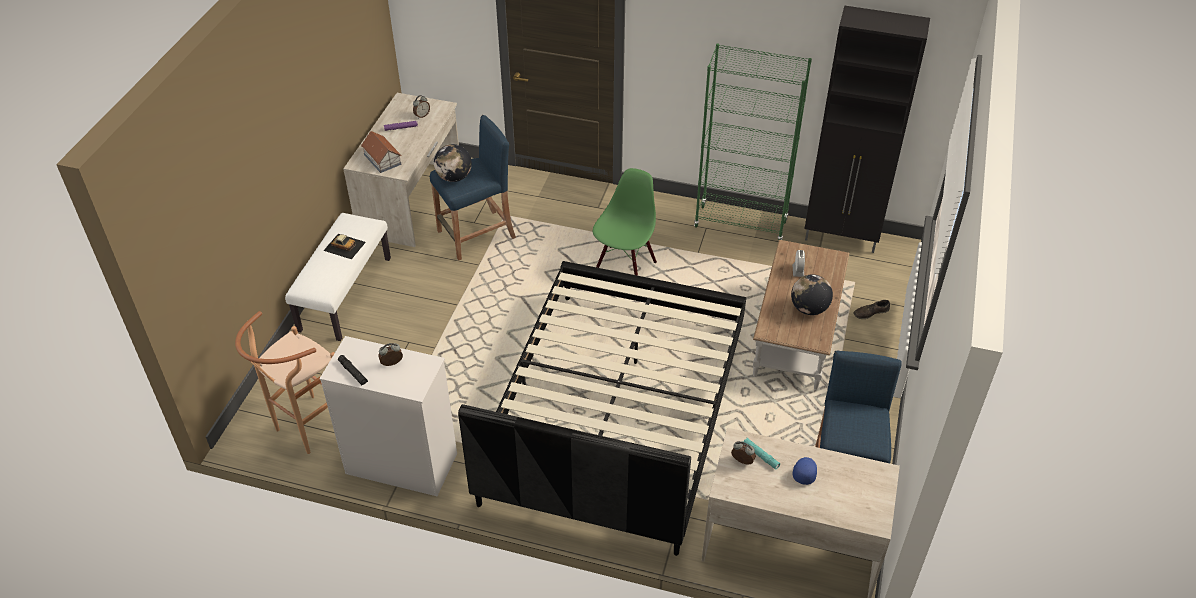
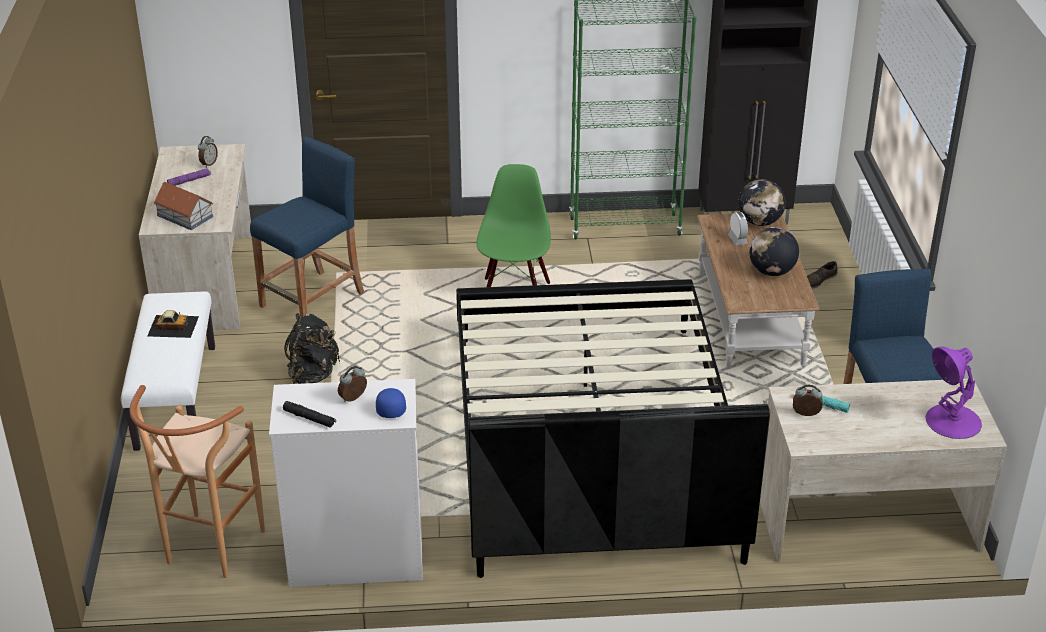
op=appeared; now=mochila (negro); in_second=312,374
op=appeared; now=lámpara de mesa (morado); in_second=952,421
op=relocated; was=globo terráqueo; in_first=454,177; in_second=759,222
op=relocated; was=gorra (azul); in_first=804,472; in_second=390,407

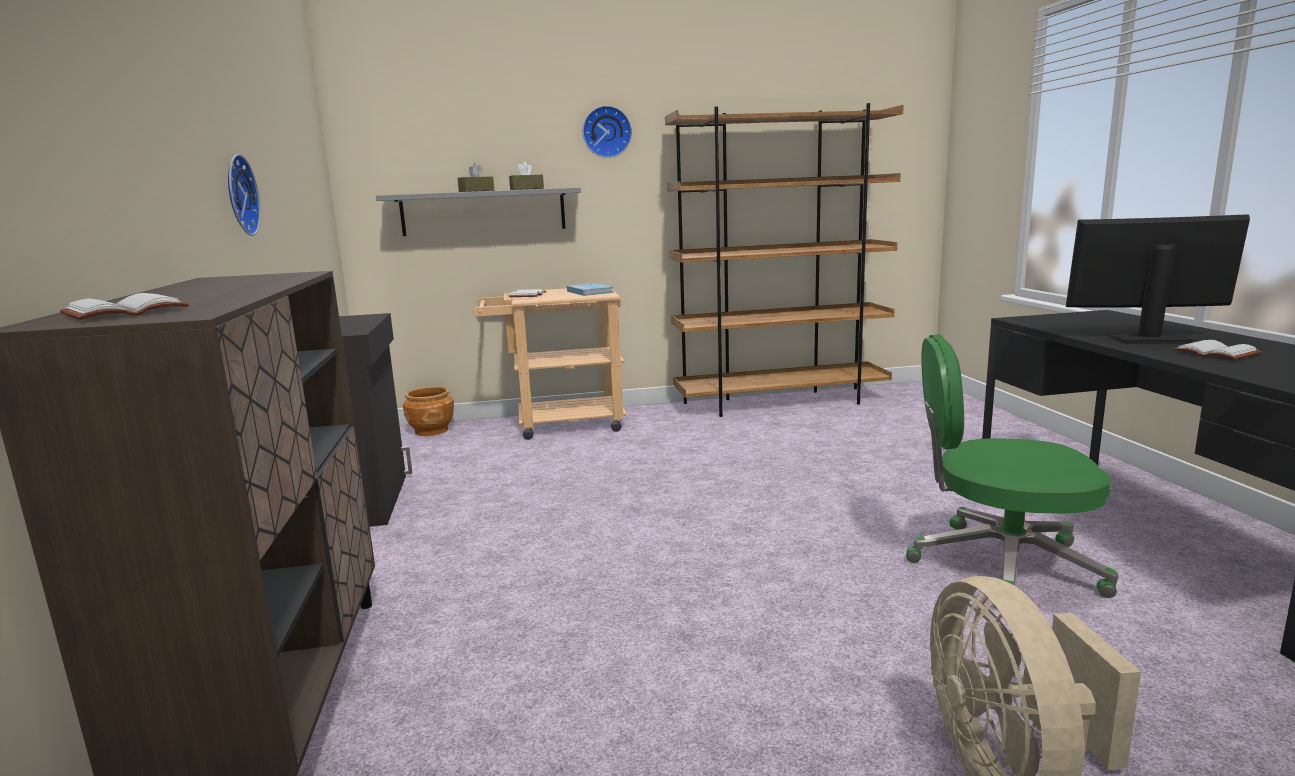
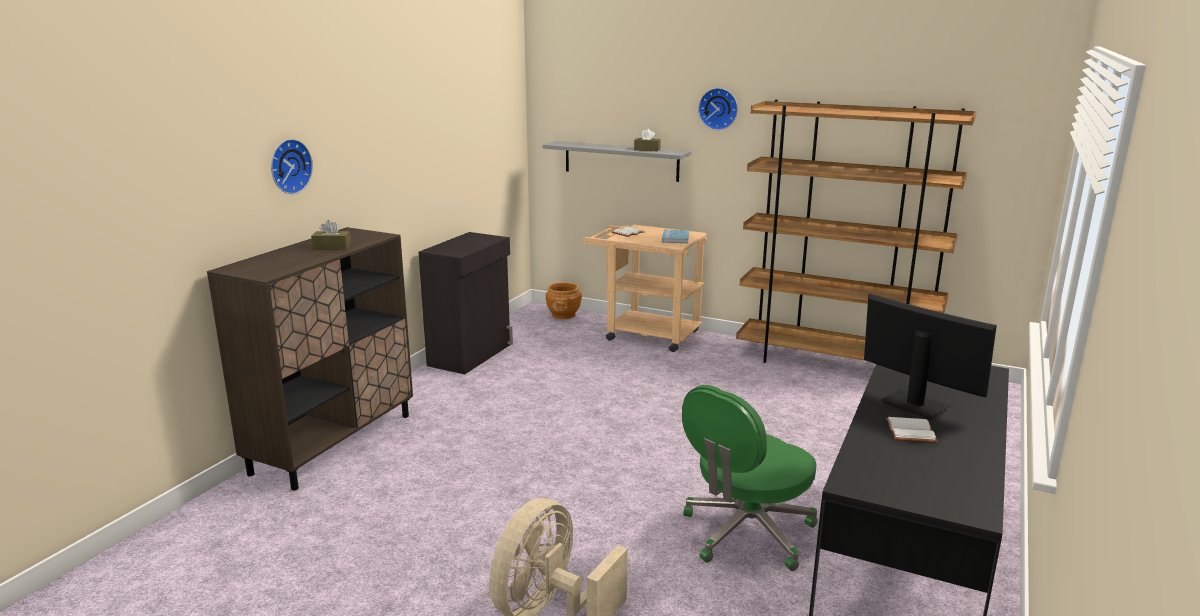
op=missing; was=libro (blanco); in_first=124,313
op=relocated; was=reloj de pared; in_first=238,195; in_second=288,166
op=relocated; was=caja de pañuelos (marrón); in_first=476,191; in_second=332,247
op=spun; was=silla de oficina (verde); in_first=1000,565; in_second=746,533; clockwise=-90

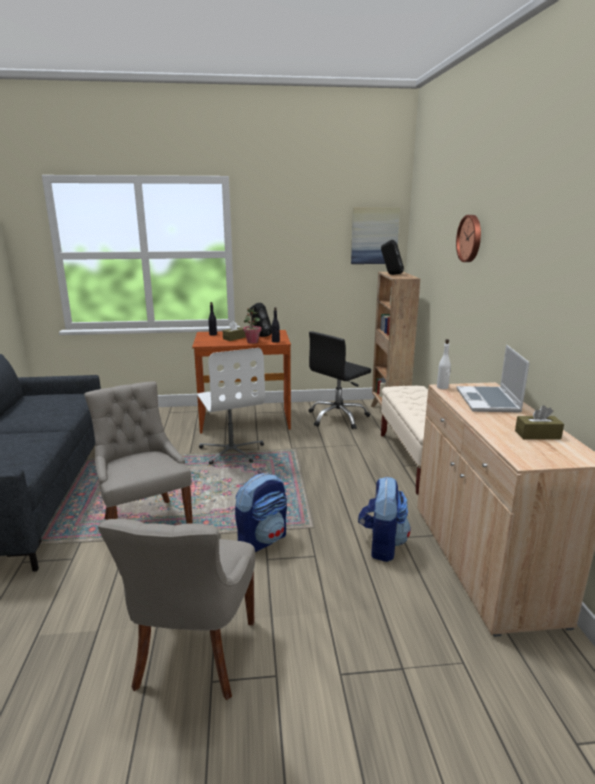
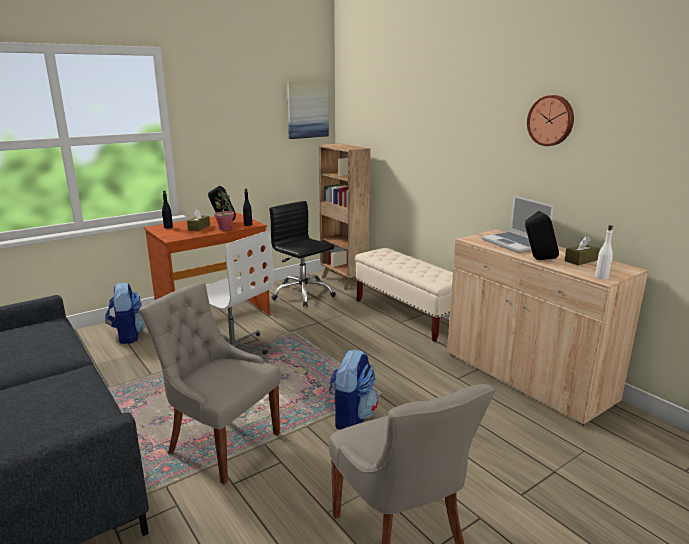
op=relocated; was=mochila; in_first=382,545; in_second=128,335
op=relocated; was=altavoz (negro); in_first=391,274; in_second=538,259
op=relocated; was=botella (blanco); in_first=442,387; in_second=601,277
op=relocated; was=reloj de pared; in_first=470,238; in_second=551,120
op=spun; was=silla de oficina (negro); in_first=338,417; in_second=303,294; clockwise=120

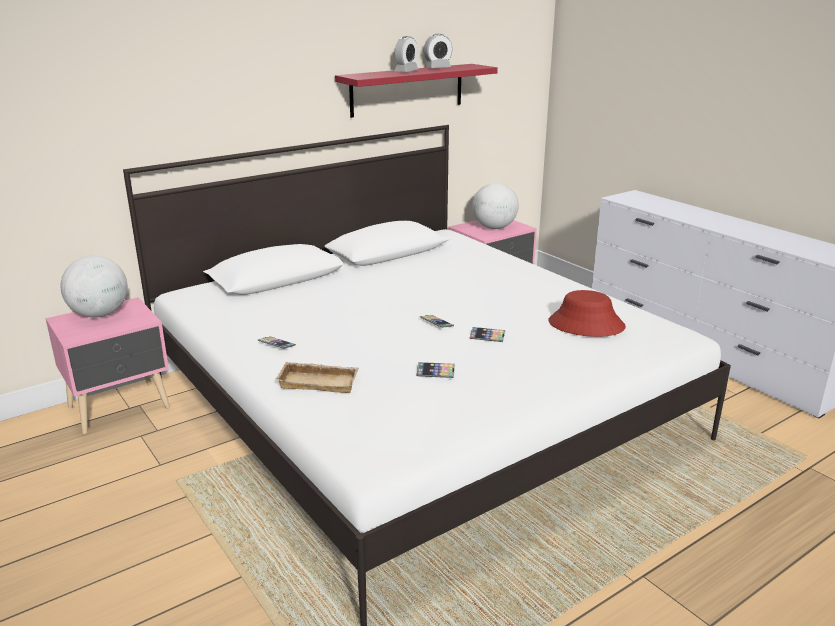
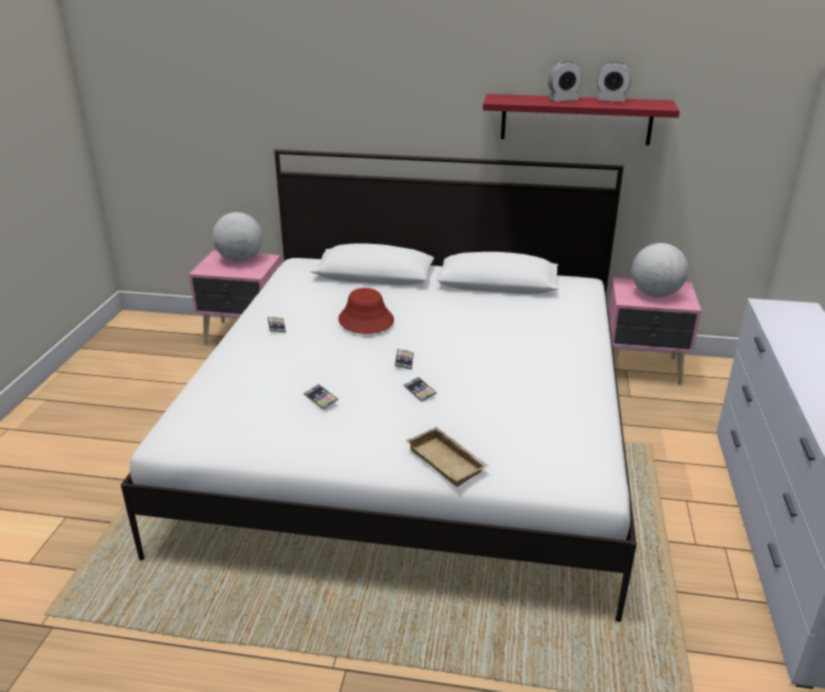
op=relocated; was=bandeja (beis); in_first=320,381; in_second=448,461
op=relocated; was=sombrero (rojo); in_first=586,325; in_second=365,320

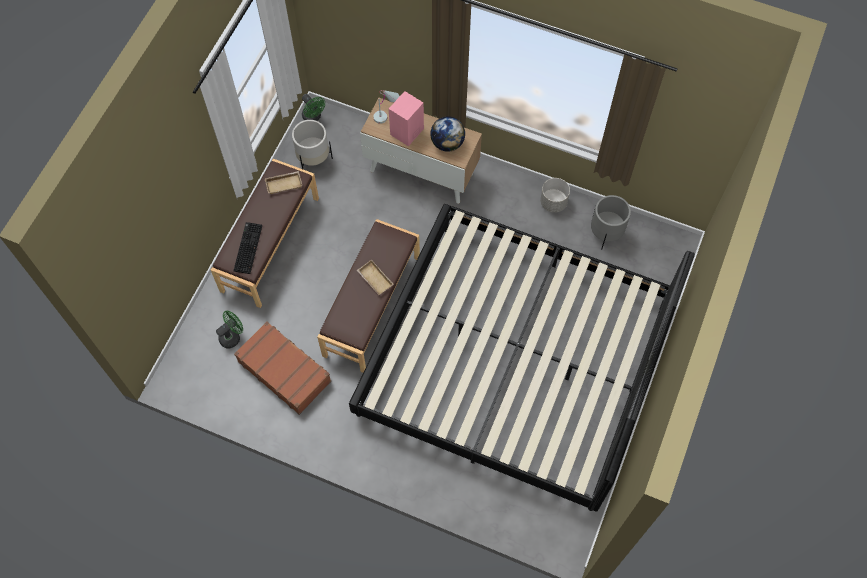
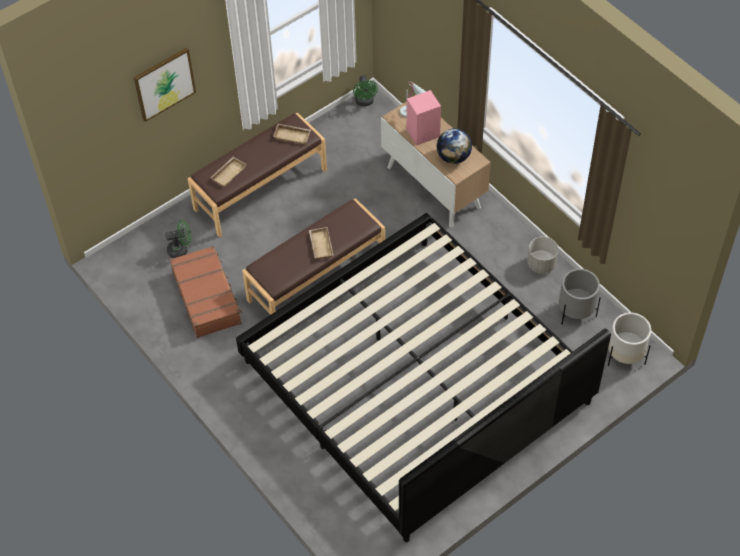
op=appeared; now=cuadro; in_second=164,83
op=relocated; was=maceta (blanco); in_first=313,158; in_second=625,356
op=exchanged; was=teclado; now=bandeja (beis); in_first=247,247; in_second=228,173

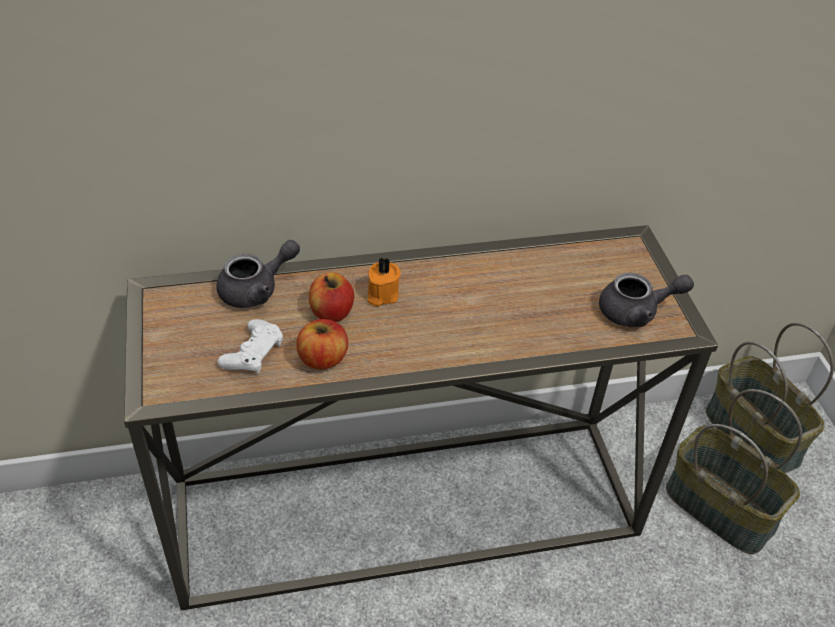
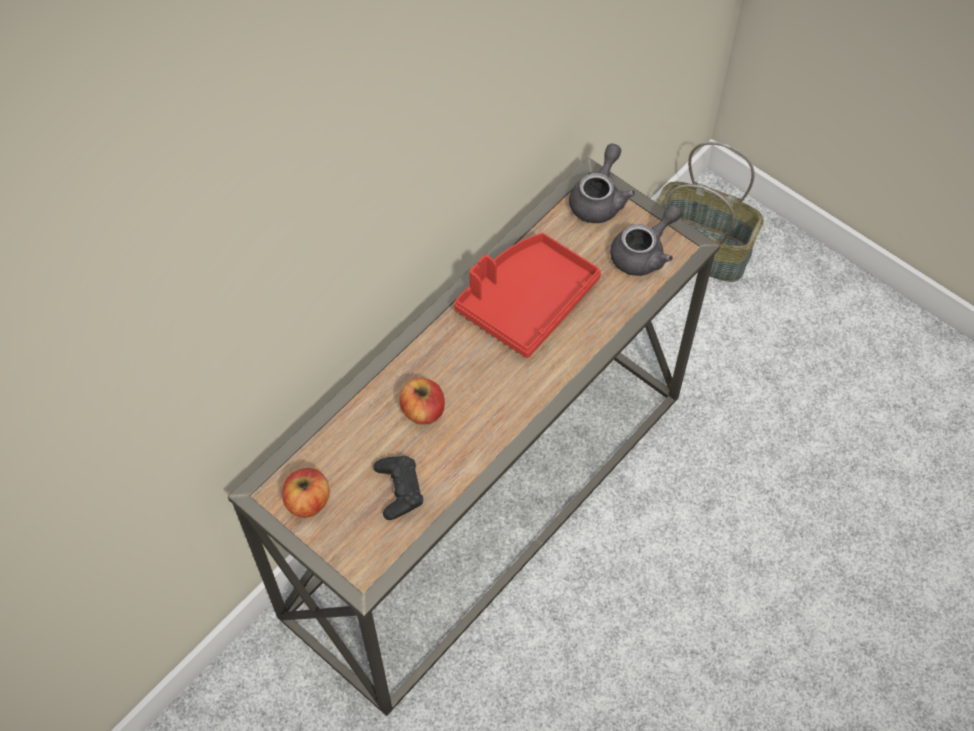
op=missing; was=vela (naranja); in_first=381,295
op=missing; was=cesta; in_first=721,508
op=appeared; now=bandeja (rojo); in_second=526,301
op=relocated; was=tetera (gris); in_first=257,290; in_second=599,199
op=relocated; was=manzana; in_first=322,359; in_second=308,501
op=colour; was=mando de consola (blanco); now=mando de consola (negro); in_first=253,353; in_second=399,489

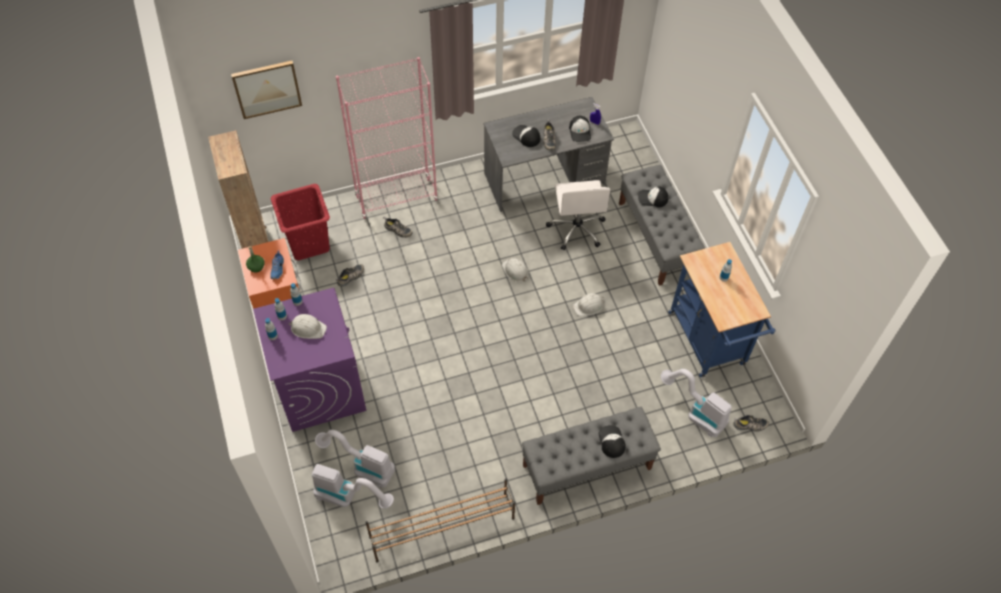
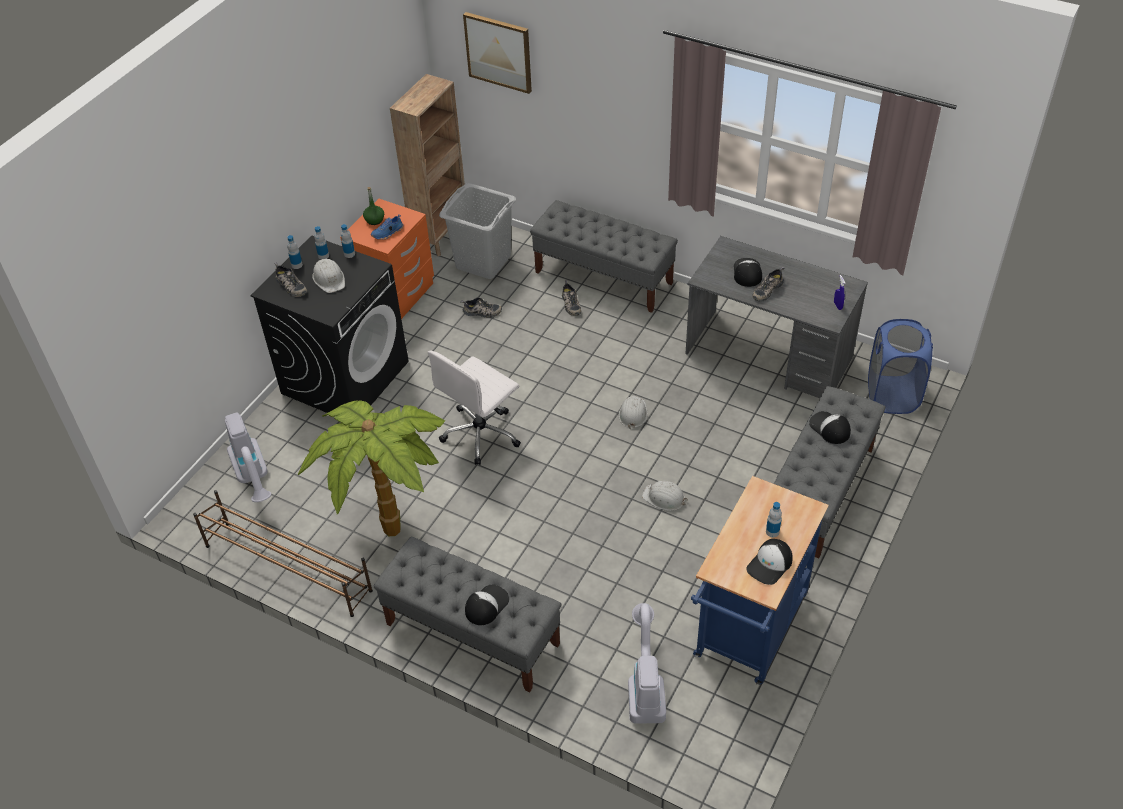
op=missing; was=aspiradora; in_first=361,466
op=appeared; now=planta en maceta; in_second=388,523
op=appeared; now=cesto de la ropa (azul); in_second=892,395
op=relocated; was=silla de oficina (blanco); in_first=576,228; in_second=481,433
op=relocated; was=gorra; in_first=580,131; in_second=770,565
op=relocated; was=zapato; in_first=750,425; in_second=290,286
op=exchanged; was=estantería (rosa); now=banco (gris); in_first=396,198; in_second=604,277
op=colour; was=lavadora (morado); now=lavadora (negro); in_first=319,387; in_second=345,377
op=colour; was=cesto de la ropa (rojo); now=cesto de la ropa (gris); in_first=309,243; in_second=483,262

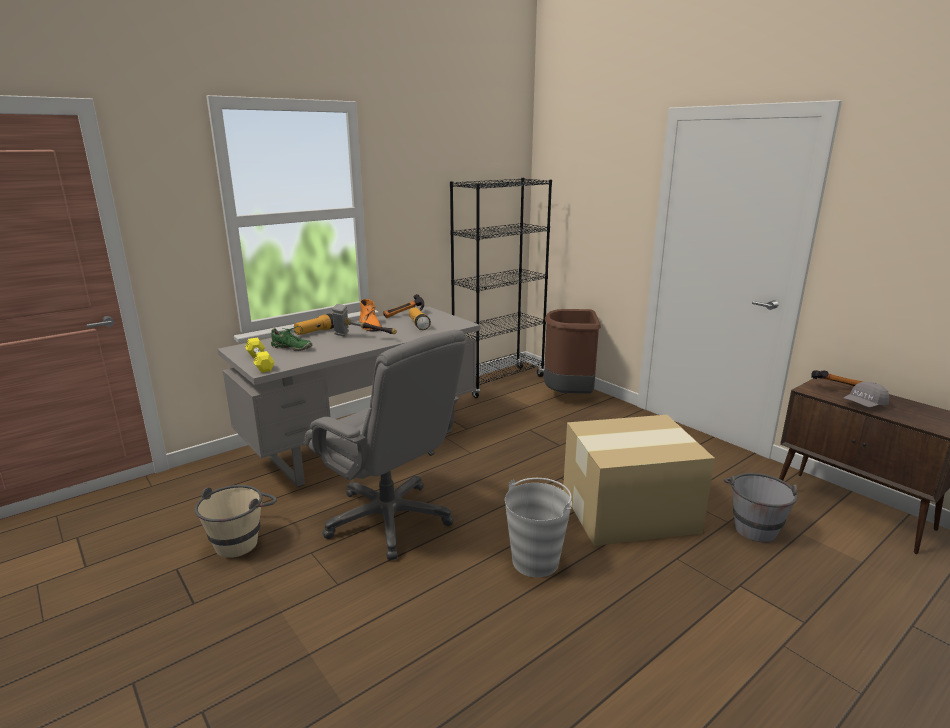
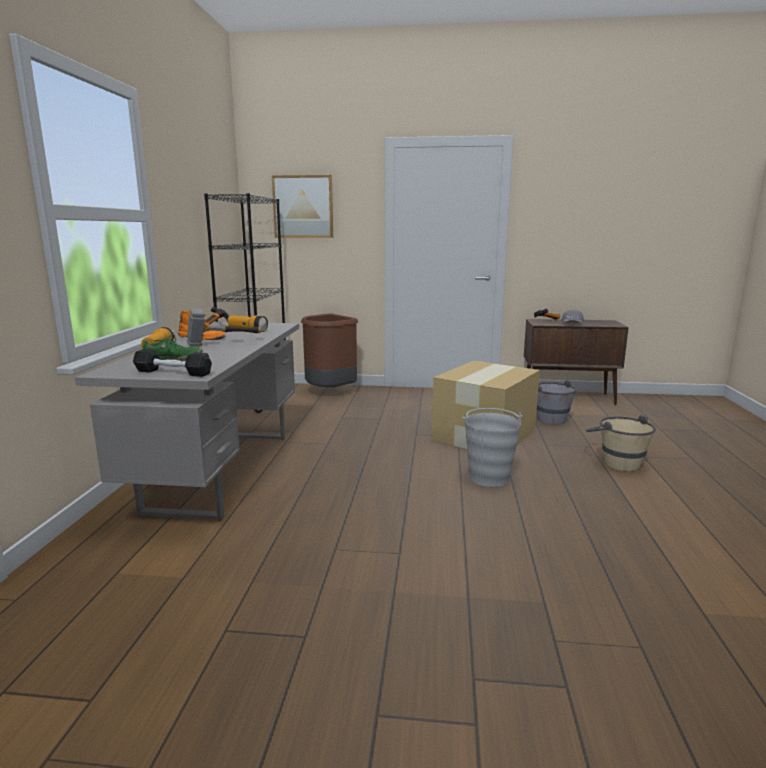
op=missing; was=silla de oficina (gris); in_first=389,519
op=appeared; now=cuadro; in_second=303,207
op=relocated; was=cubo (beis); in_first=242,539; in_second=615,461
op=colour; was=mancuerna (amarillo); now=mancuerna (negro); in_first=260,362; in_second=173,372

